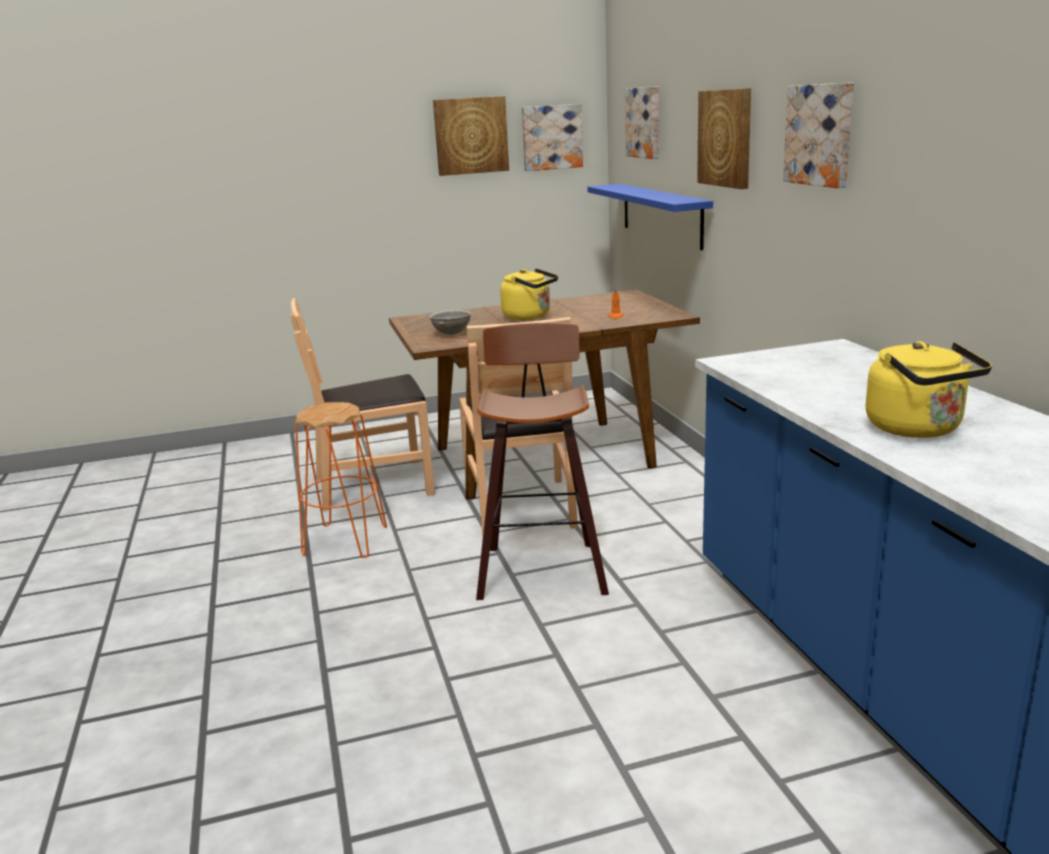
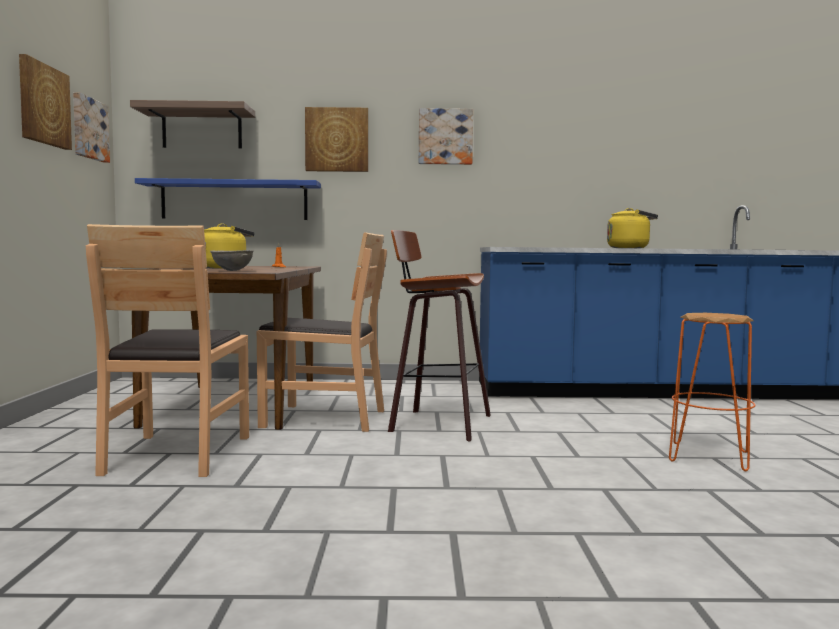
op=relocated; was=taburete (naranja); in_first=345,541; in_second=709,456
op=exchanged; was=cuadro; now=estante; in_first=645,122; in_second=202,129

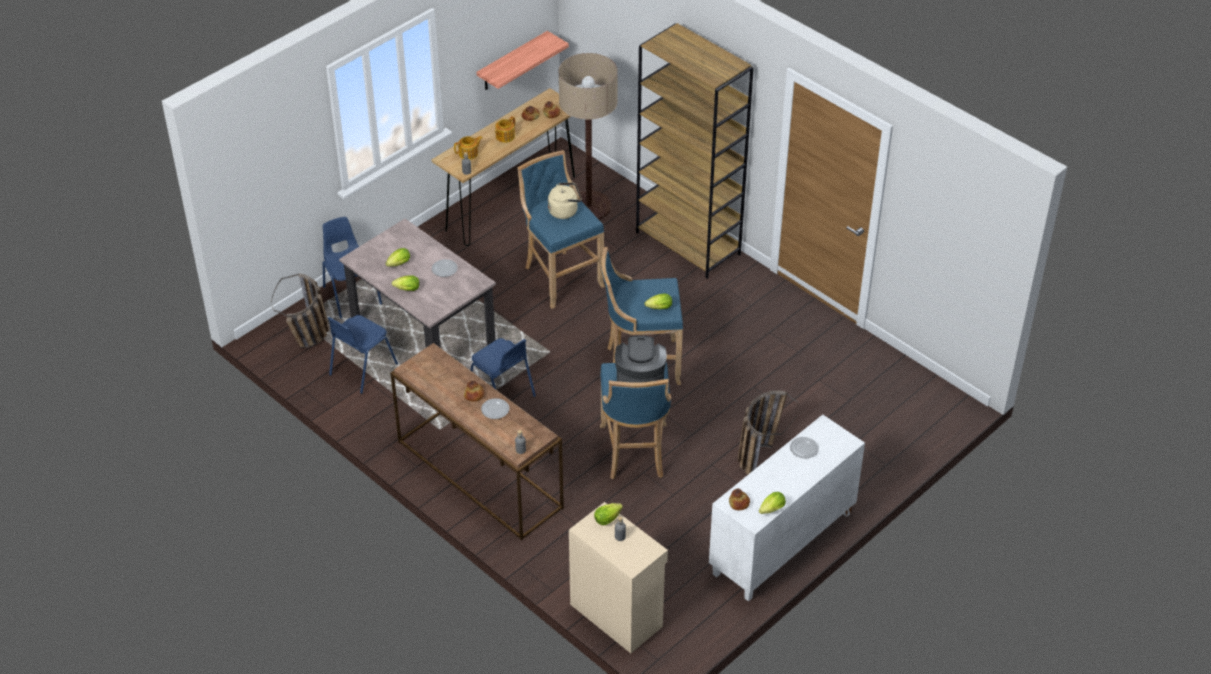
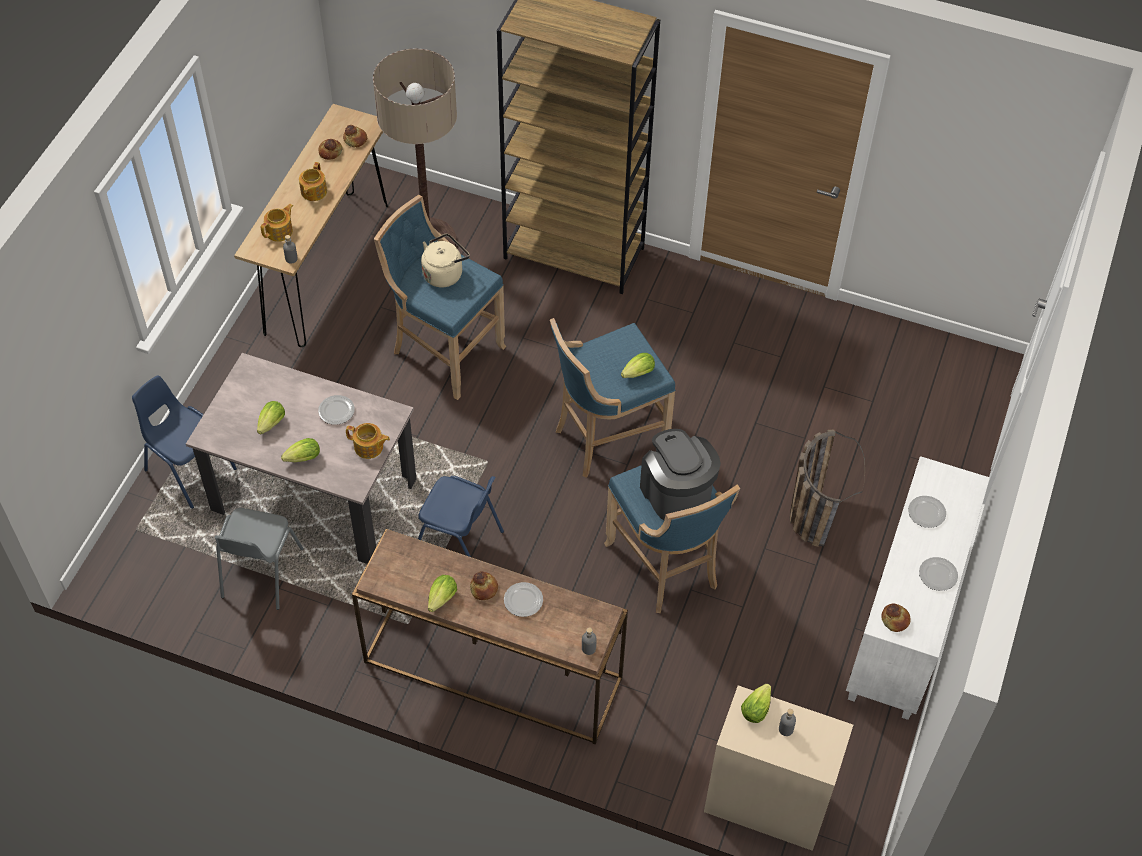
op=missing; was=cesta; in_first=309,340
op=missing; was=estante; in_first=512,62
op=appeared; now=tetera; in_second=369,447
op=appeared; now=plato; in_second=938,575
op=relocated; was=lechuga; in_first=770,510; in_second=440,600
op=colour; was=silla (azul); now=silla (gris); in_first=362,369; in_second=260,573

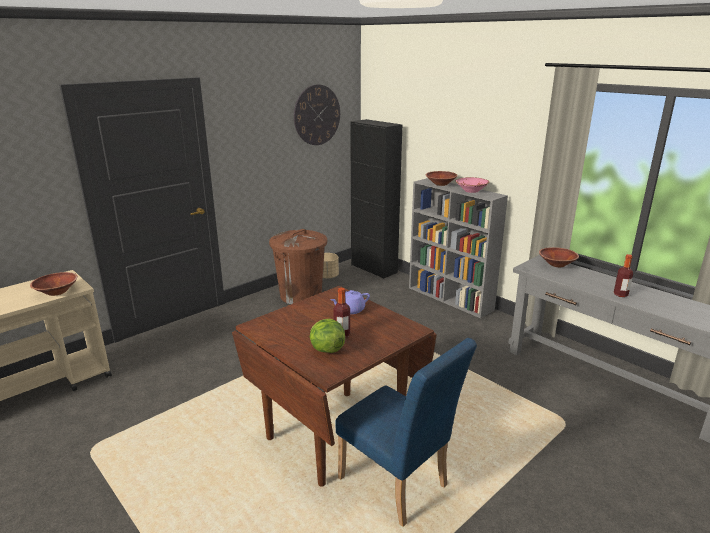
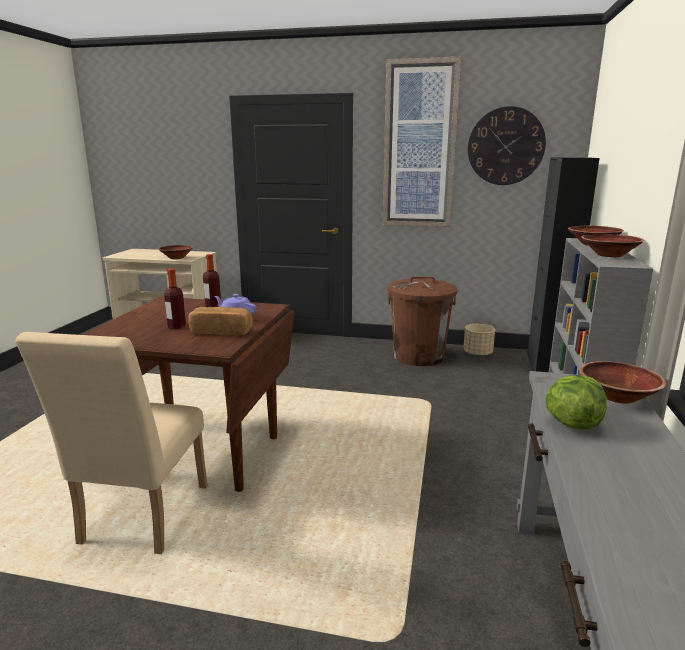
op=appeared; now=pan; in_second=222,331
op=appeared; now=cuadro; in_second=419,145
op=relocated; was=lechuga; in_first=326,349; in_second=572,423
op=relocated; was=botella; in_first=620,294; in_second=213,305
op=colour; was=silla (azul); now=silla (beis); in_first=398,487; in_second=140,520
op=colour; was=cuenco (rosa); now=cuenco (marrón); in_first=471,191; in_second=609,255

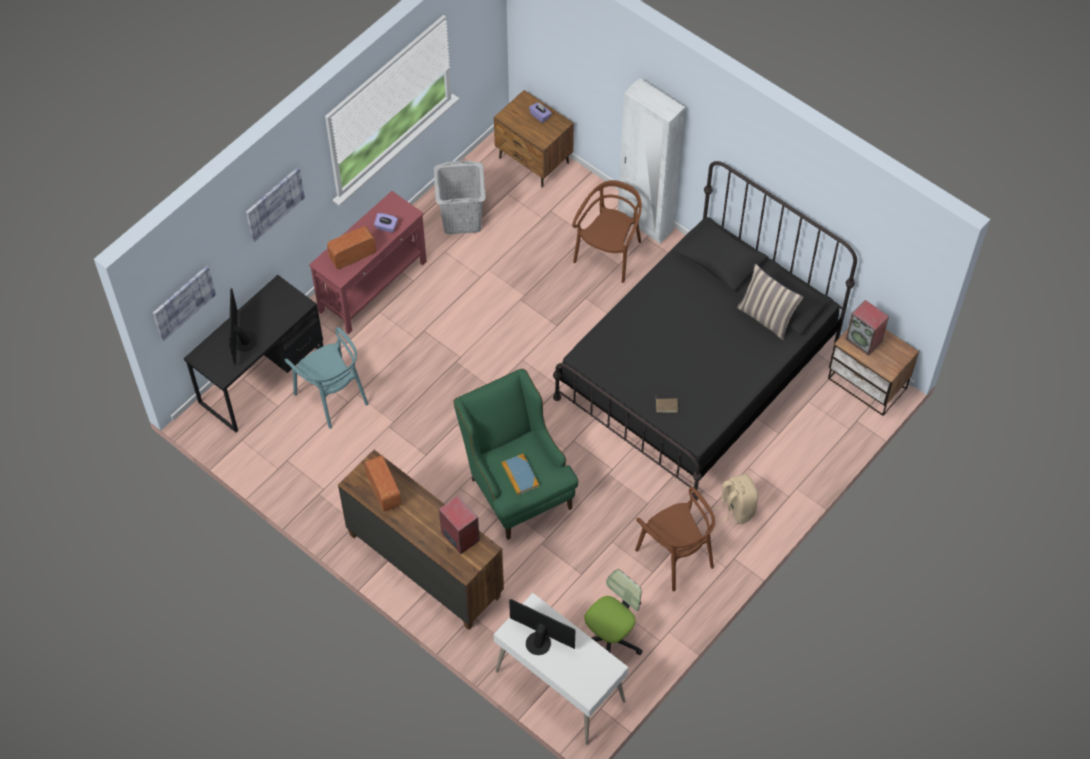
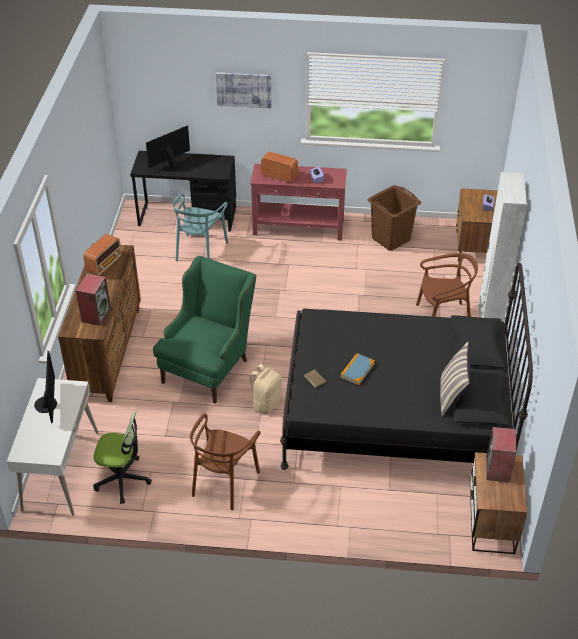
op=missing; was=cuadro; in_first=183,302
op=relocated; was=libro; in_first=520,475; in_second=357,370
op=relocated; was=mochila (beis); in_first=736,509; in_second=266,403
op=colour; was=cesto de la ropa (gris); now=cesto de la ropa (marrón); in_first=462,219; in_second=391,239

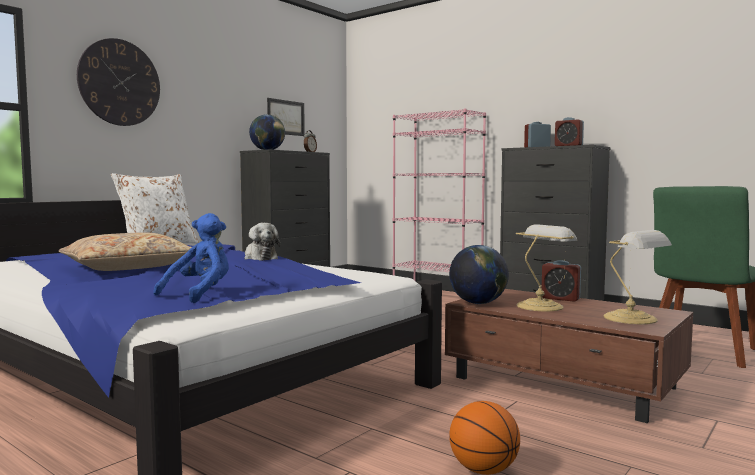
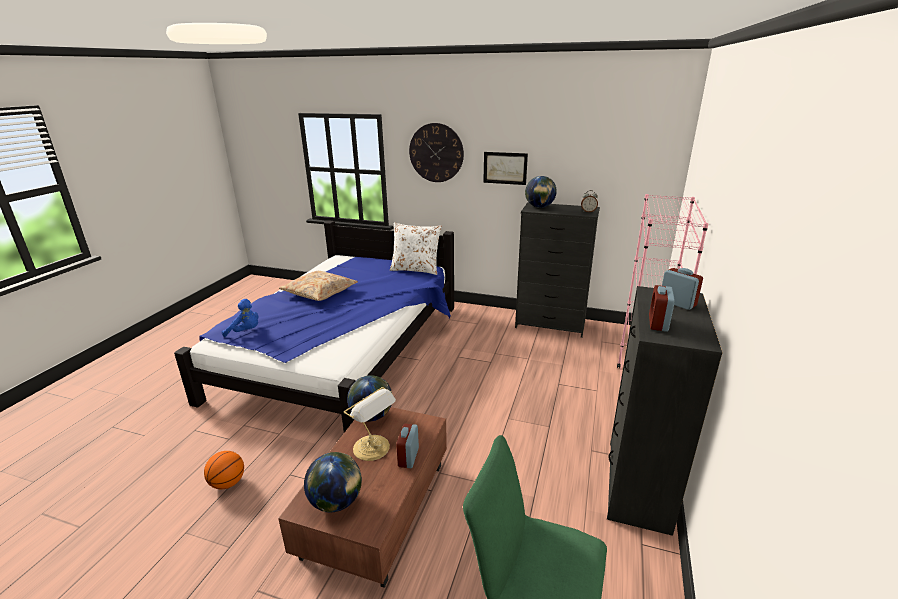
op=missing; was=peluche; in_first=259,258
op=relocated; was=cuadro; in_first=286,117; in_second=505,168
op=exchanged; was=lámpara de mesa; now=globo terráqueo; in_first=633,318; in_second=336,502

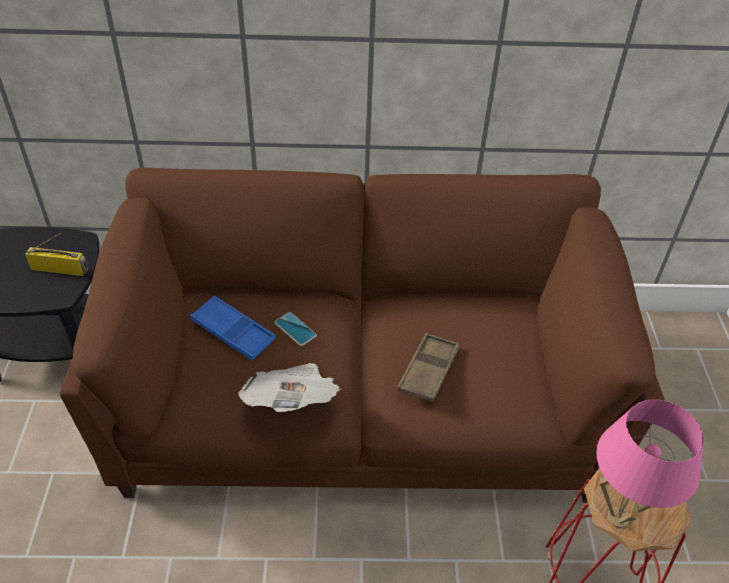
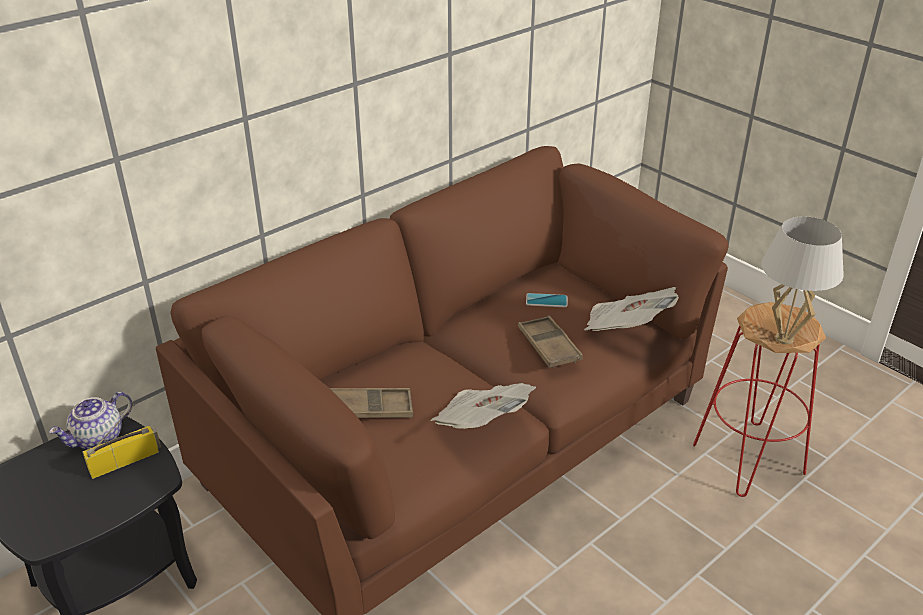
op=appeared; now=tetera; in_second=98,439
op=appeared; now=periódico; in_second=626,328
op=relocated; was=móvil; in_first=295,329; in_second=546,301
op=colour; was=bandeja (azul); now=bandeja (marrón); in_first=233,332; in_second=367,409
op=colour; was=lámpara de mesa (rosa); now=lámpara de mesa (blanco); in_first=617,518; in_second=784,339

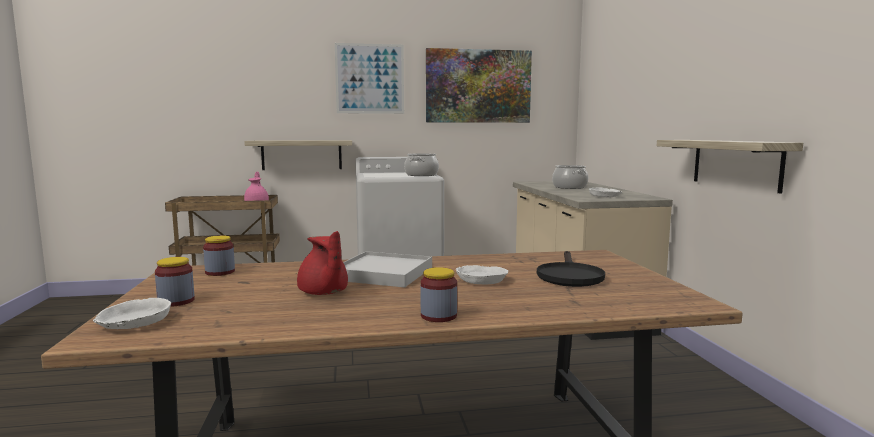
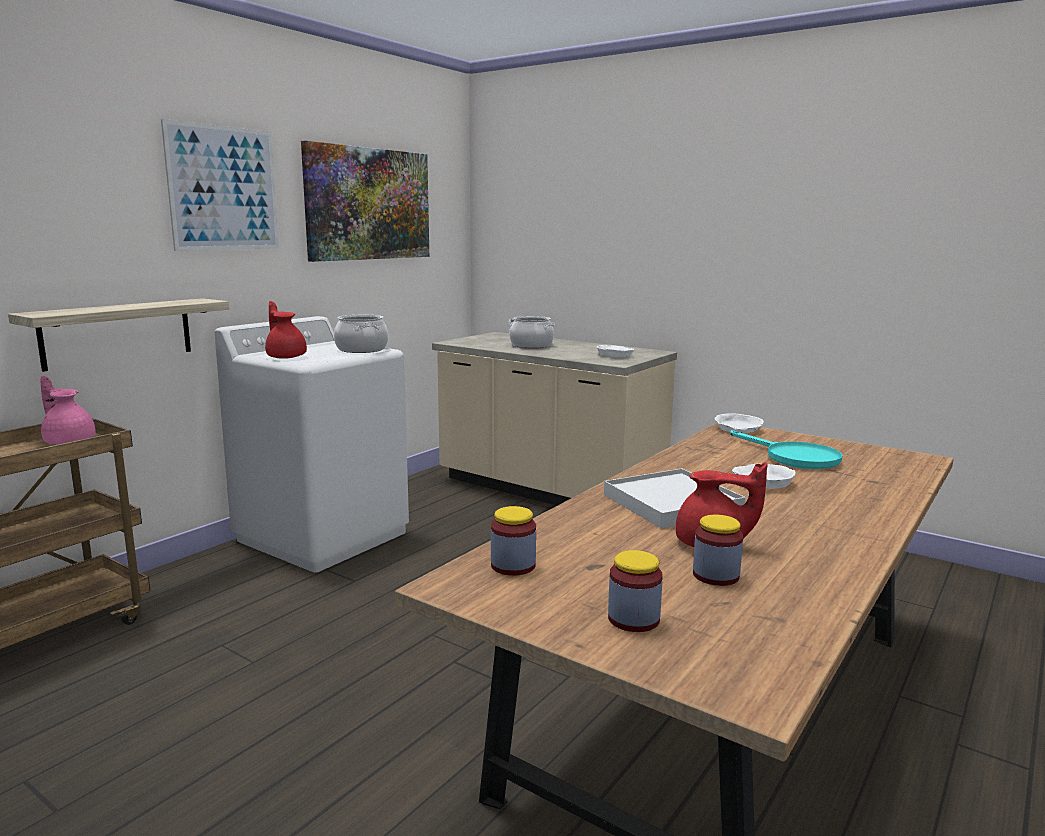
op=missing; was=estante; in_first=735,164
op=appeared; now=tetera (rojo); in_second=286,357
op=relocated; was=cuenco (blanco); in_first=134,322; in_second=738,430
op=relocated; was=tarro; in_first=438,316; in_second=715,575
op=colour; was=sartén (negro); now=sartén (turquesa); in_first=569,276; in_second=793,457

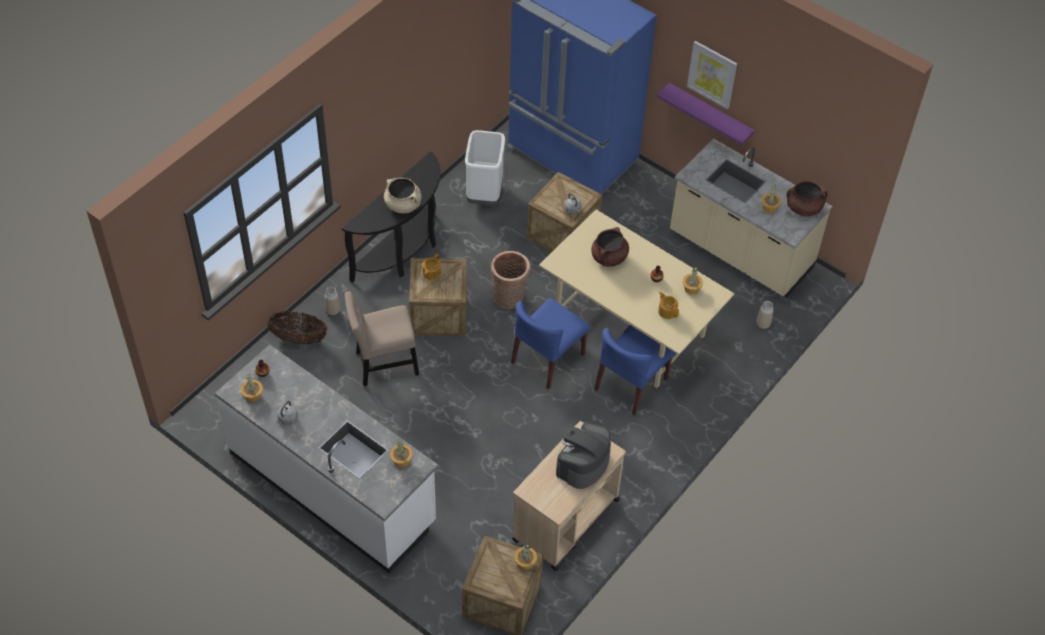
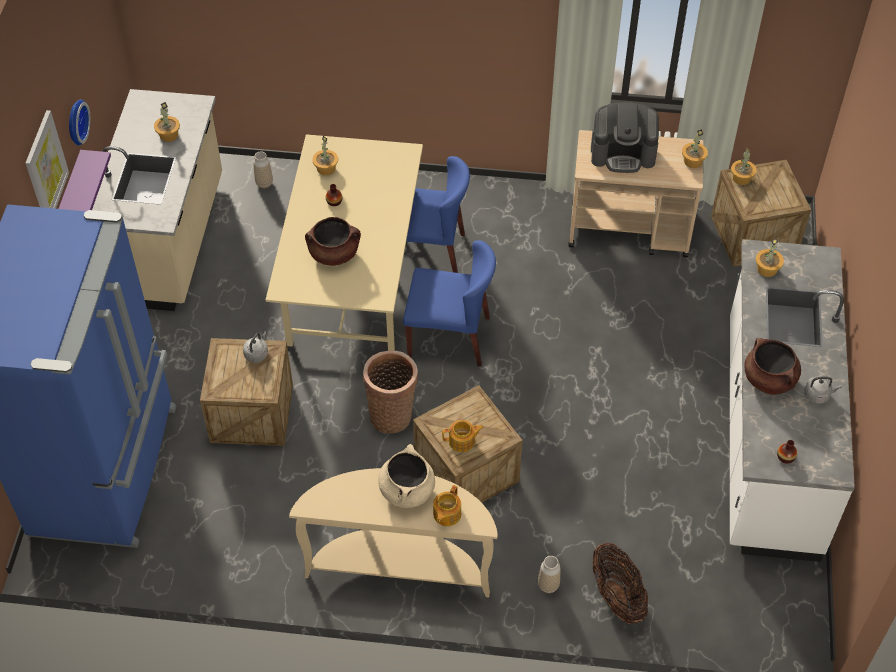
op=missing; was=silla (beis); in_first=383,364
op=missing; was=papelera (blanco); in_first=484,194
op=appeared; now=reloj de pared; in_second=75,122
op=relocated; was=planta en maceta; in_first=253,395; in_second=692,161
op=relocated; was=tetera; in_first=667,311; in_second=446,514
op=relocated; was=olla (marrón); in_first=803,208; in_second=769,379
op=colour; was=mesa consola (negro); now=mesa consola (beis); in_first=403,252; in_second=400,565

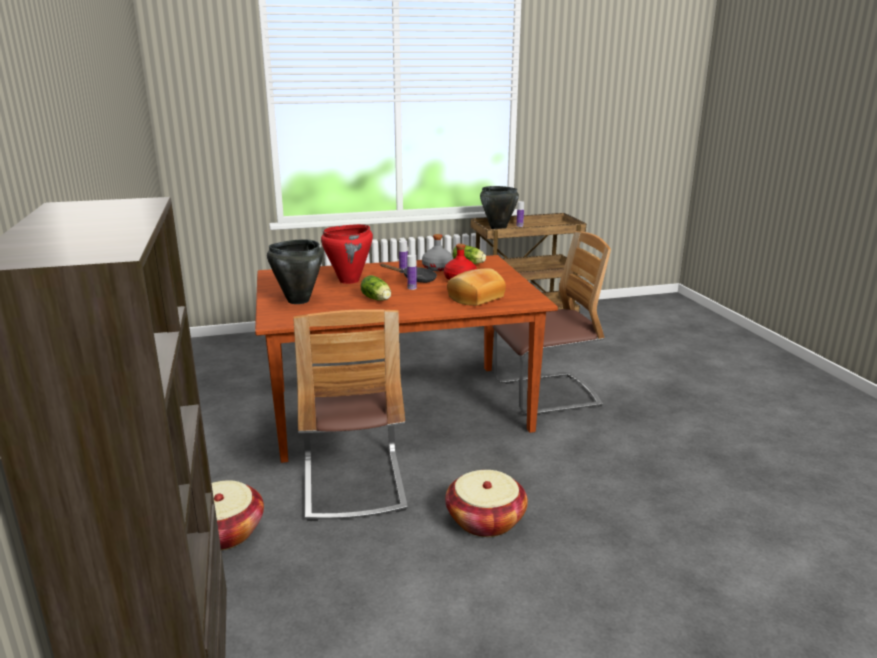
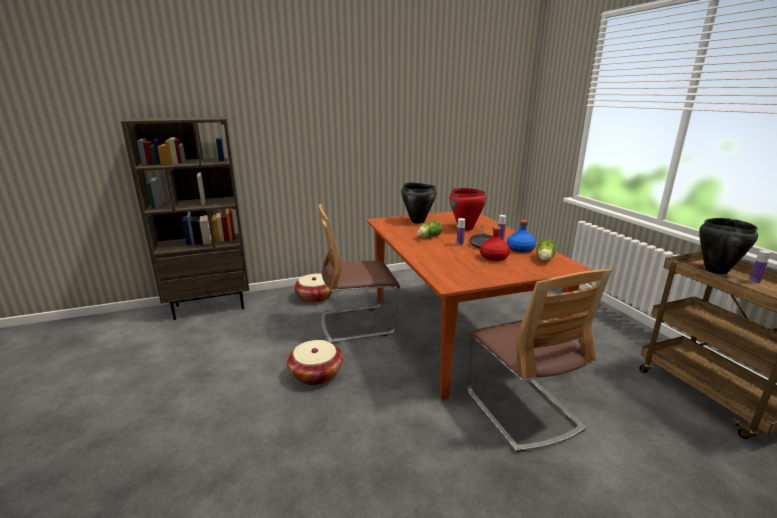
op=missing; was=pan; in_first=475,297
op=colour; was=botella (gris); now=botella (azul); in_first=437,268; in_second=520,249

